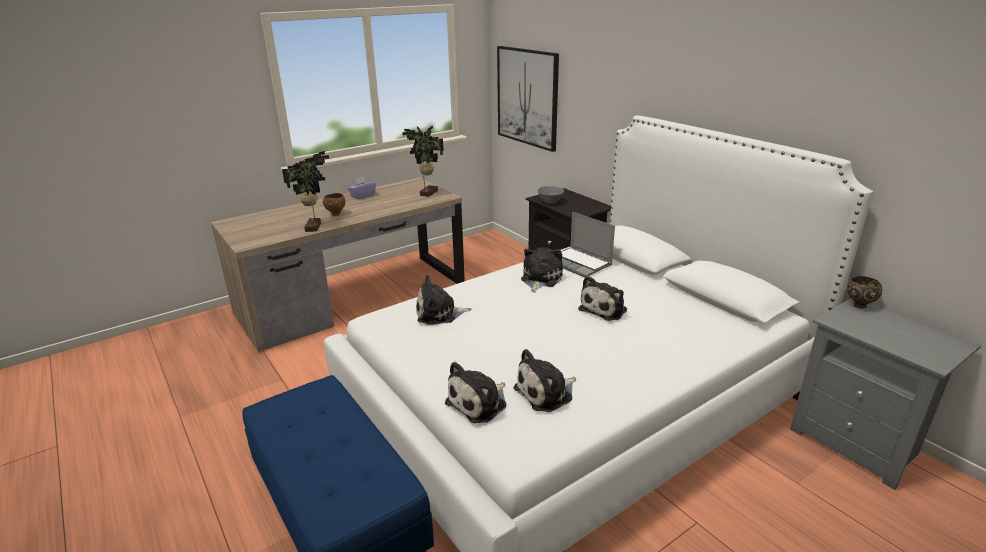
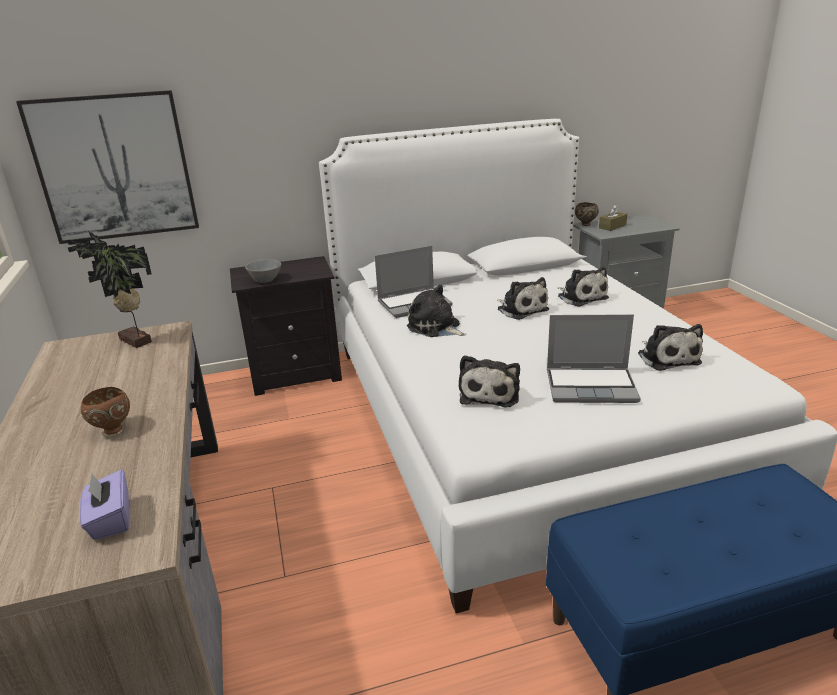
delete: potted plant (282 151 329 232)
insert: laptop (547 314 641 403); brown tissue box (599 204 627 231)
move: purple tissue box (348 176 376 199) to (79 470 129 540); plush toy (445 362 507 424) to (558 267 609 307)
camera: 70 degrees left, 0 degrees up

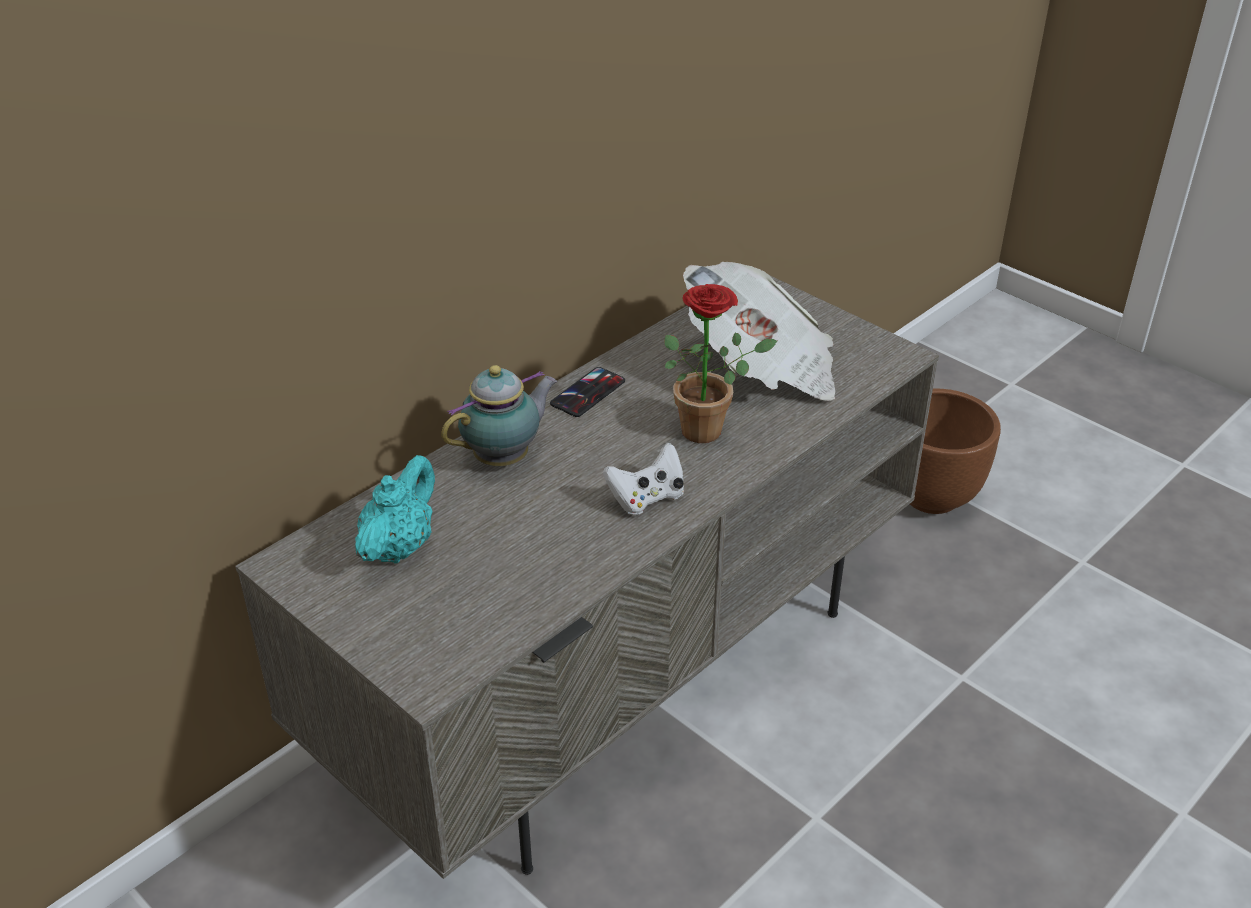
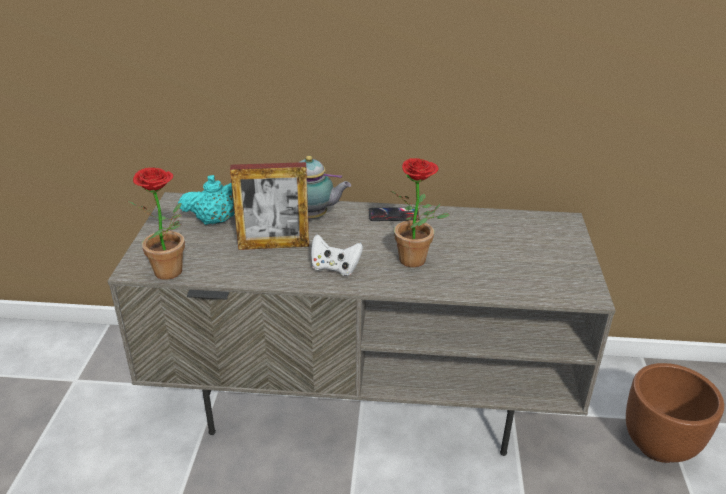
delete: newspaper (683 262 835 401)
insert: potted plant (128 168 185 280); picture frame (230 162 309 250)
camera: 50 degrees right, 5 degrees down

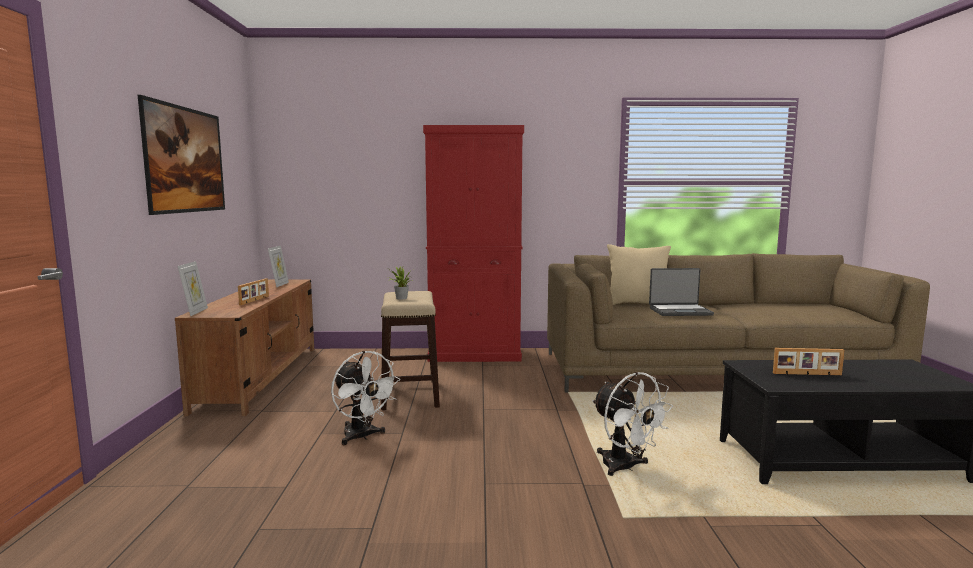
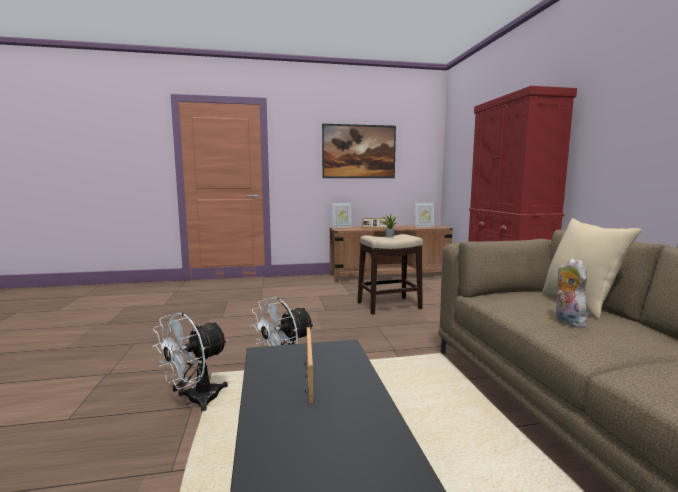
move: white fan (331 351 401 445) to (152 313 228 412)
replace: laptop (649 268 714 316) to plush toy (555 258 588 328)
camera: 80 degrees right, 0 degrees up

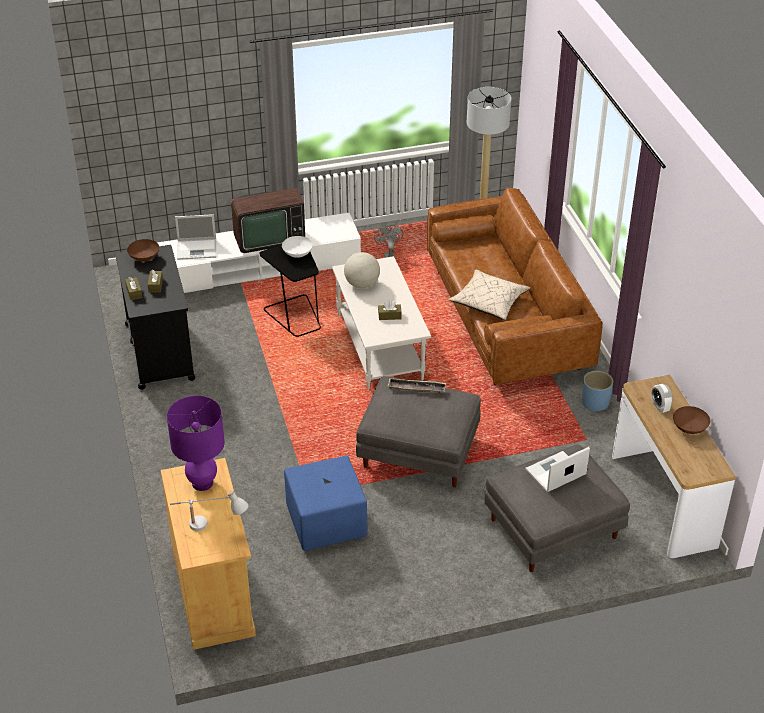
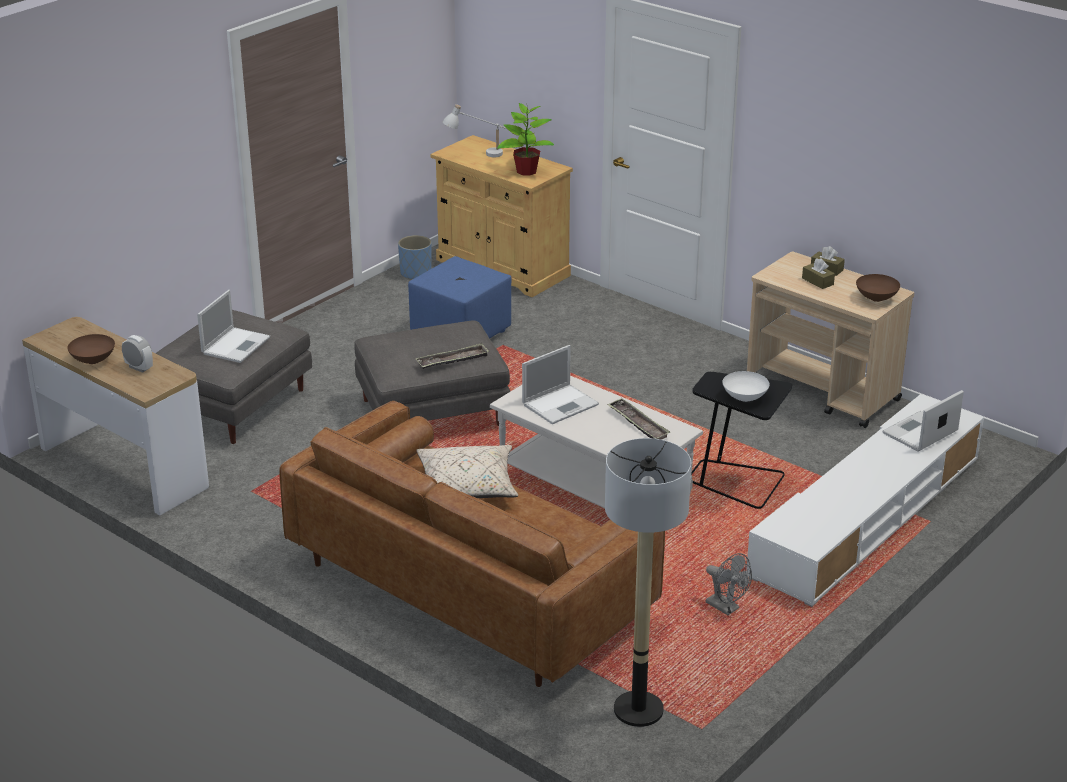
delete: television (231 188 305 253)
move: blue planter (582 371 613 411) to (398 235 432 279)
replace: purple table lamp (167 396 225 491) to potted plant (497 103 554 176); brown tissue box (378 300 402 320) to laptop (522 345 599 424); globe (344 252 380 288) to tray (607 398 670 440)
recolor: black cart (115 245 195 390) to beige cart (747 251 914 428)
camera: 145 degrees right, 10 degrees down

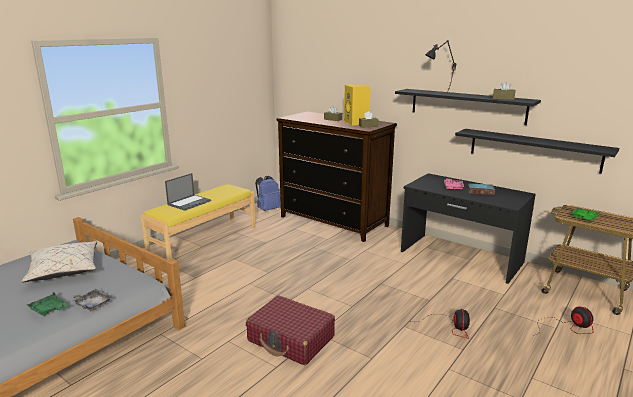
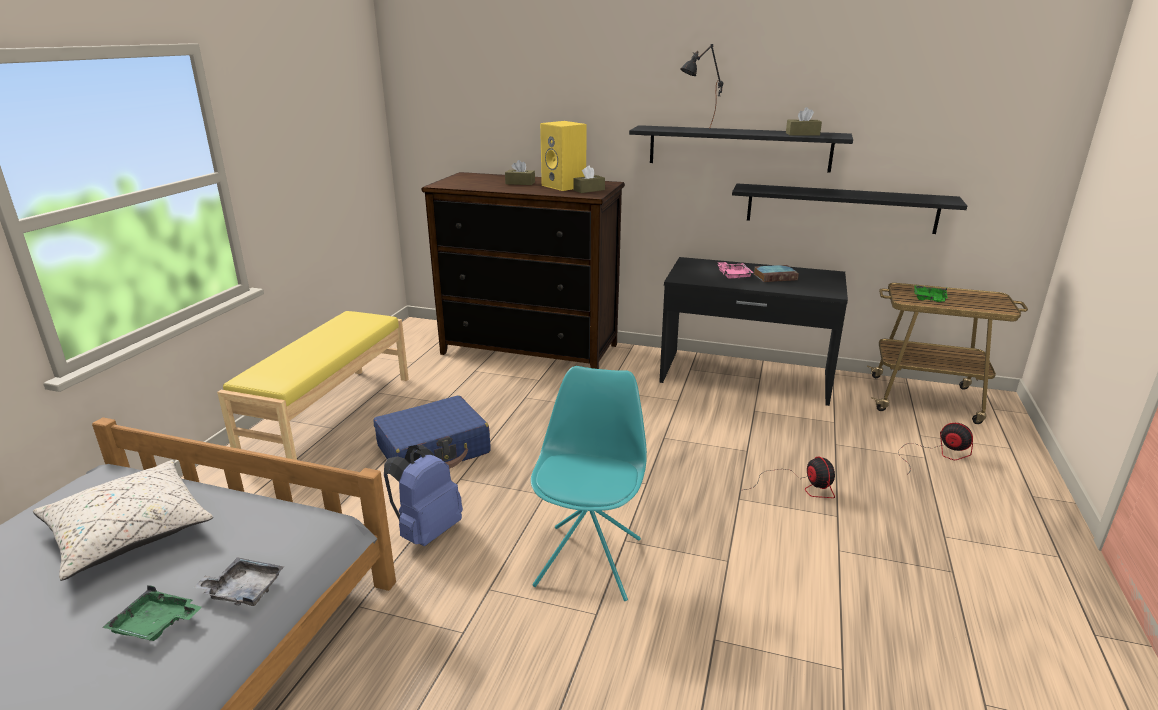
delete: laptop (165 173 211 211)
insert: blue suitcase (373 396 490 469)
move: blue backpack (255 176 281 211) to (384 445 463 546)
replace: red suitcase (246 295 335 365) to turquoise chair (531 366 647 601)
camera: 20 degrees left, 5 degrees up

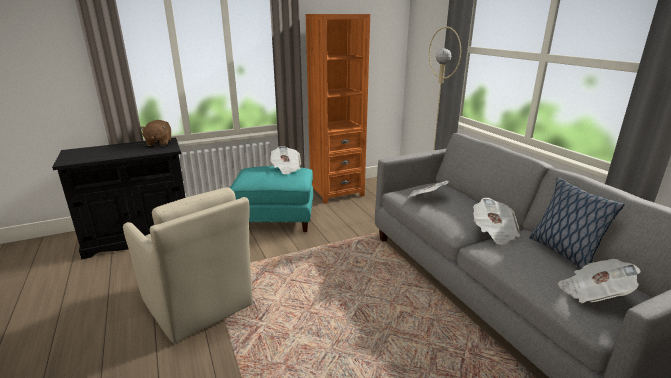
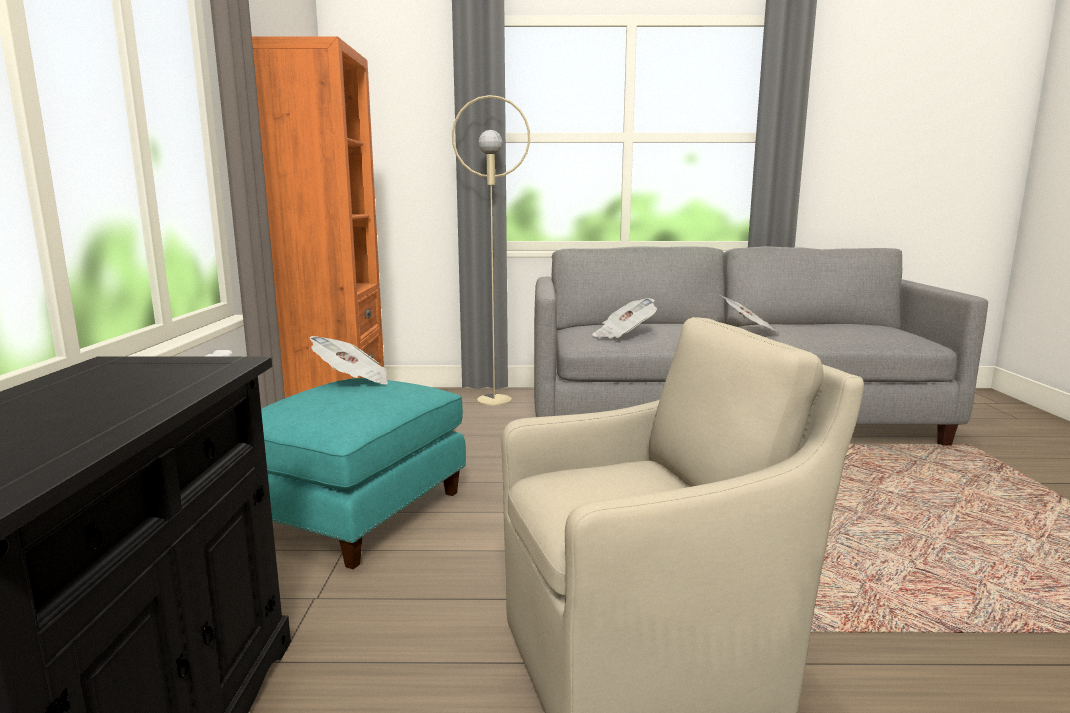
delete: brown plush toy (140 120 171 146); pillow (529 177 625 269); newspaper (558 259 641 303)
camera: 65 degrees left, 10 degrees down

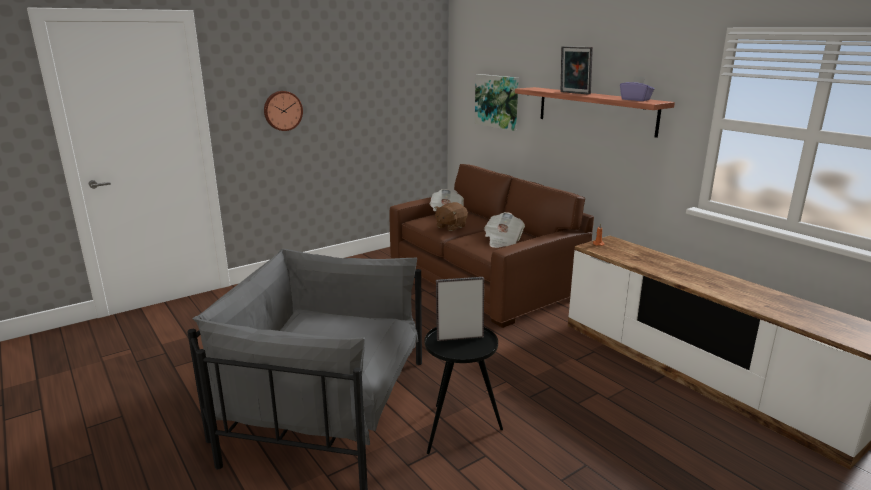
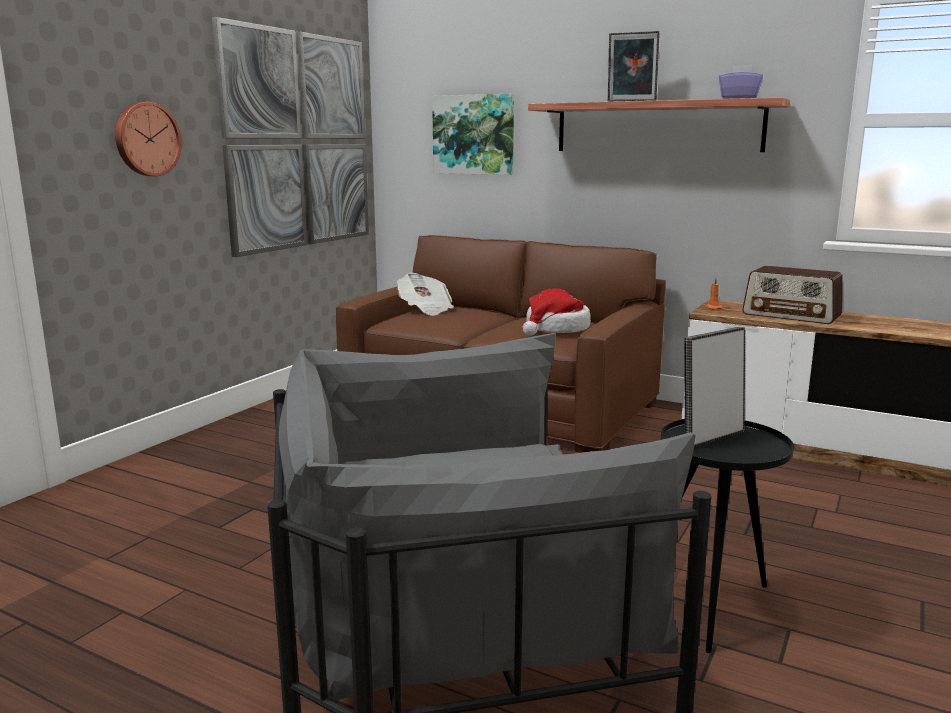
delete: brown plush toy (435 202 468 231)
insert: picture (212 17 369 257); radio (742 266 843 324)
replace: newspaper (484 212 525 248) to hat (523 288 591 336)
camera: 25 degrees left, 5 degrees down

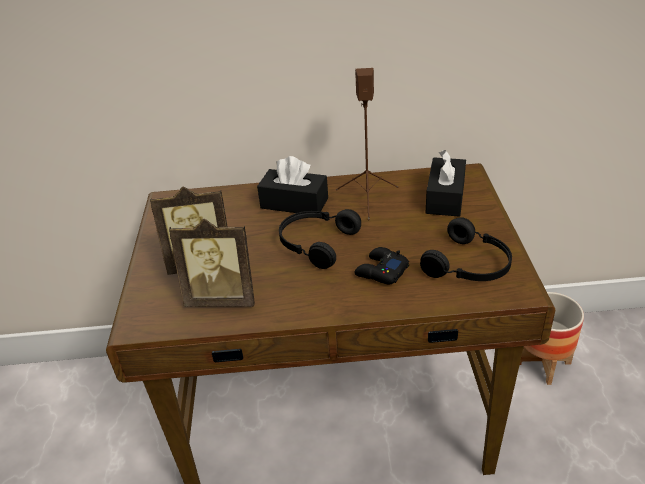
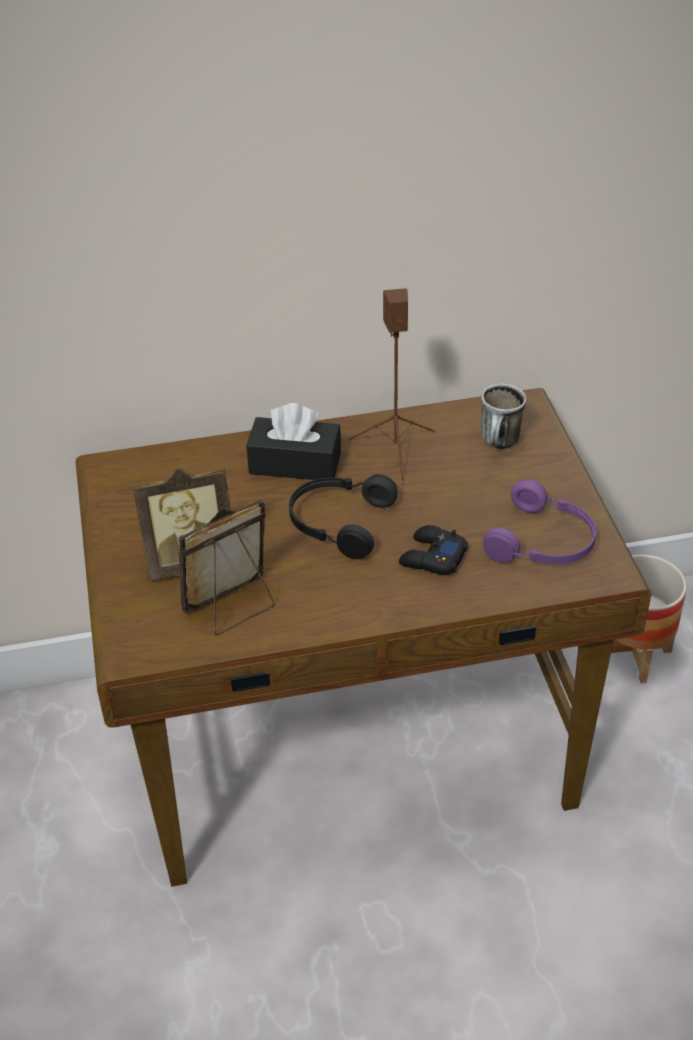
replace: black tissue box (426 150 466 217) to mug (481 383 526 449)
recolor: black headphones (420 217 512 281) to purple headphones (483 479 596 564)
rotate: picture frame (169 219 255 307) = (179 499 275 635) 150 degrees clockwise
camera: 10 degrees left, 5 degrees up

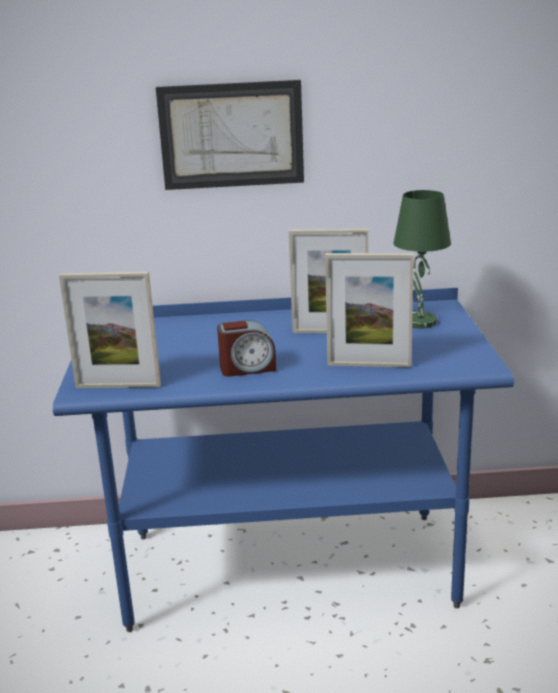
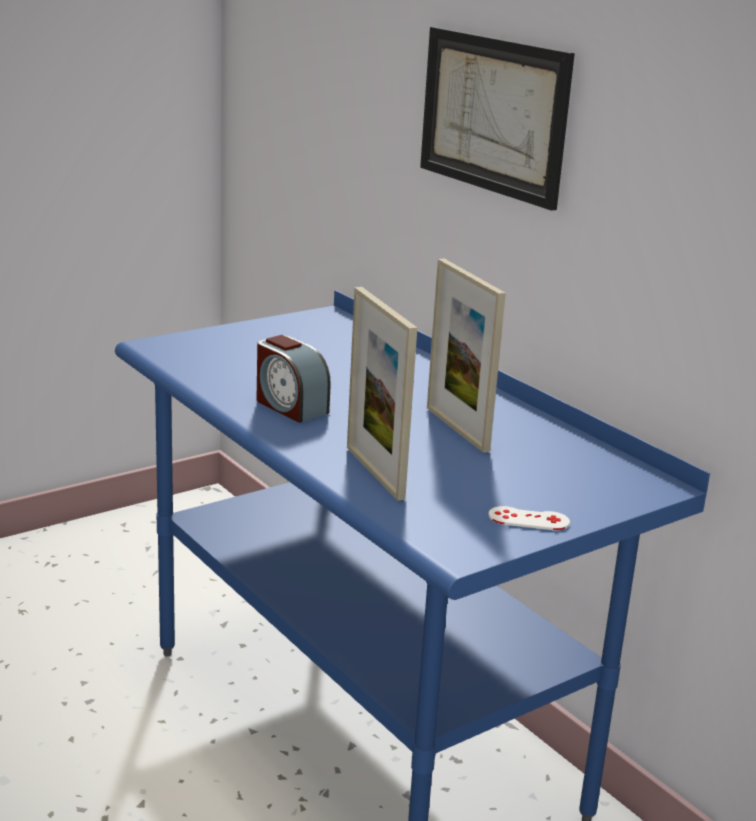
delete: picture frame (59 272 161 388); green table lamp (393 190 451 328)
insert: white game controller (488 506 570 530)
camera: 55 degrees right, 0 degrees up

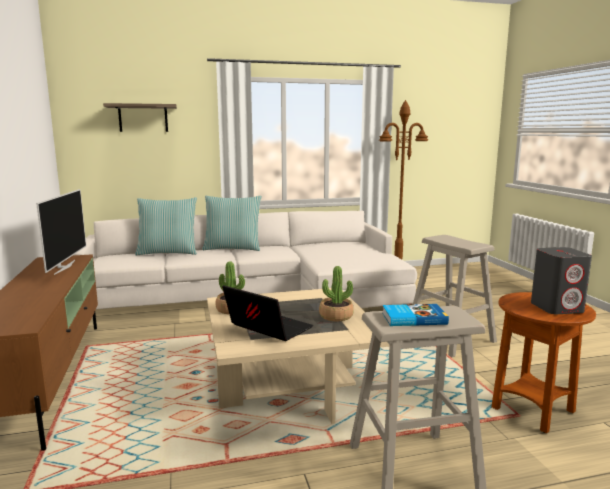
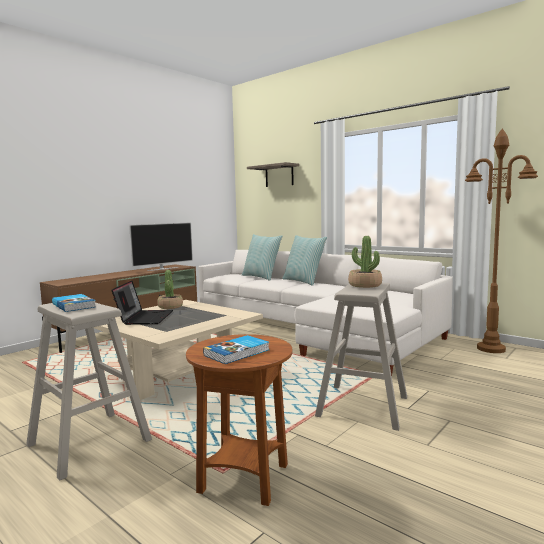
move: potted plant (319 266 354 321) to (348 236 382 288)
replace: grey speaker (531 247 592 314) to book (203 335 270 364)
camera: 55 degrees right, 5 degrees down

